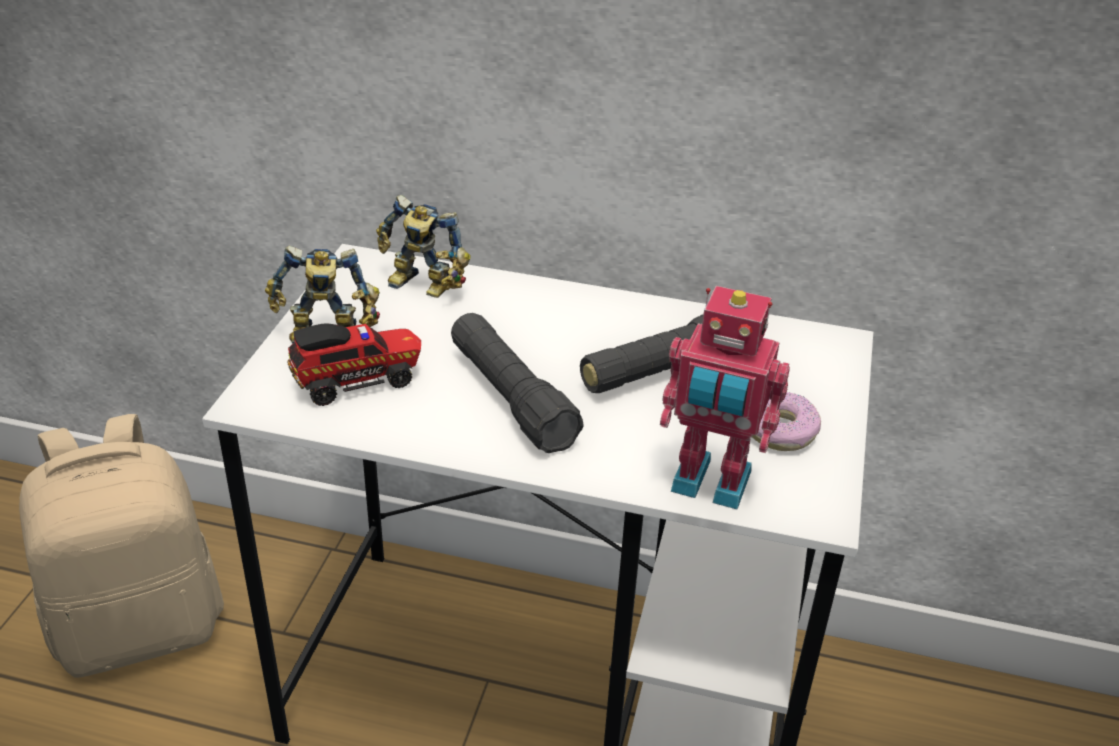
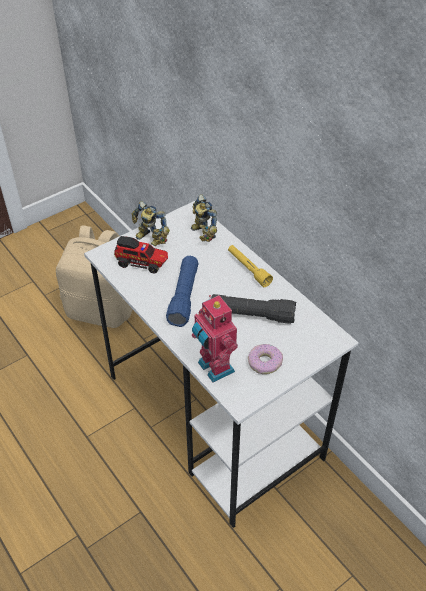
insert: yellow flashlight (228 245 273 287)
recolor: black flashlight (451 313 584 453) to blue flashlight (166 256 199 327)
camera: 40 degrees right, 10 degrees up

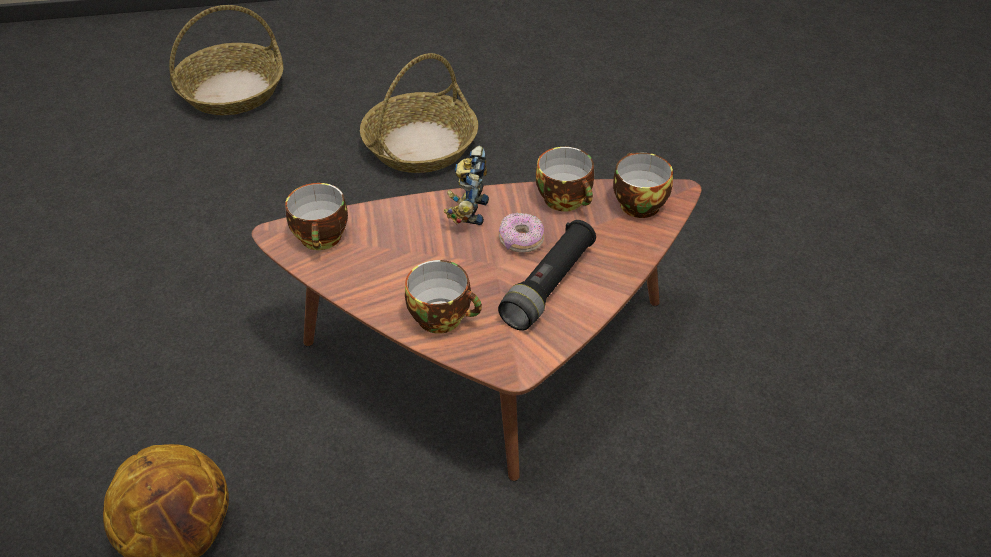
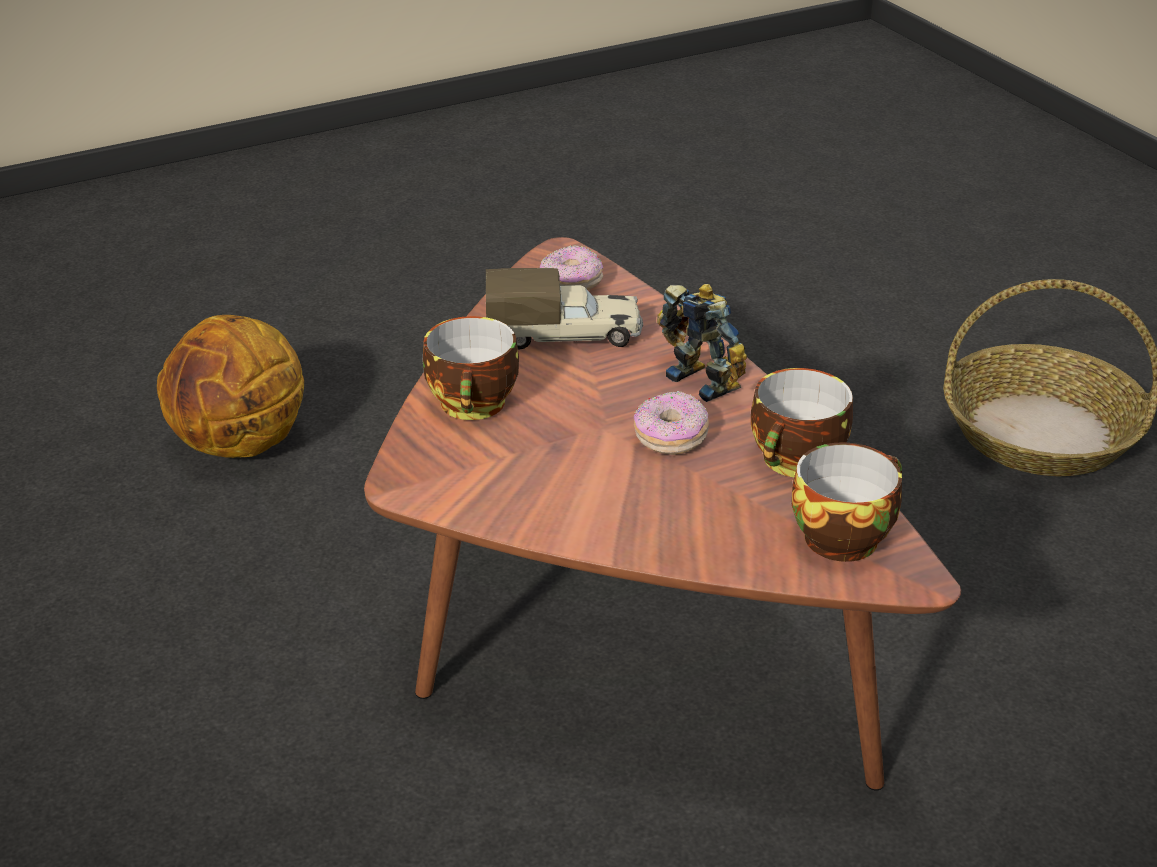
delete: basket (169 5 283 115); black flashlight (498 220 596 331)
insert: toy truck (485 268 643 350)
replace: cup (285 183 348 250) to donut (540 245 603 290)
rotate: toy robot (444 146 489 225) = (657 284 747 402) 60 degrees clockwise
camera: 70 degrees right, 10 degrees down

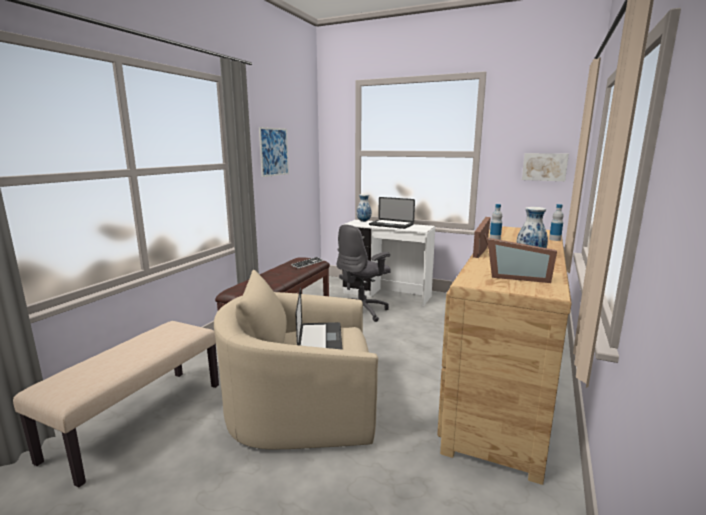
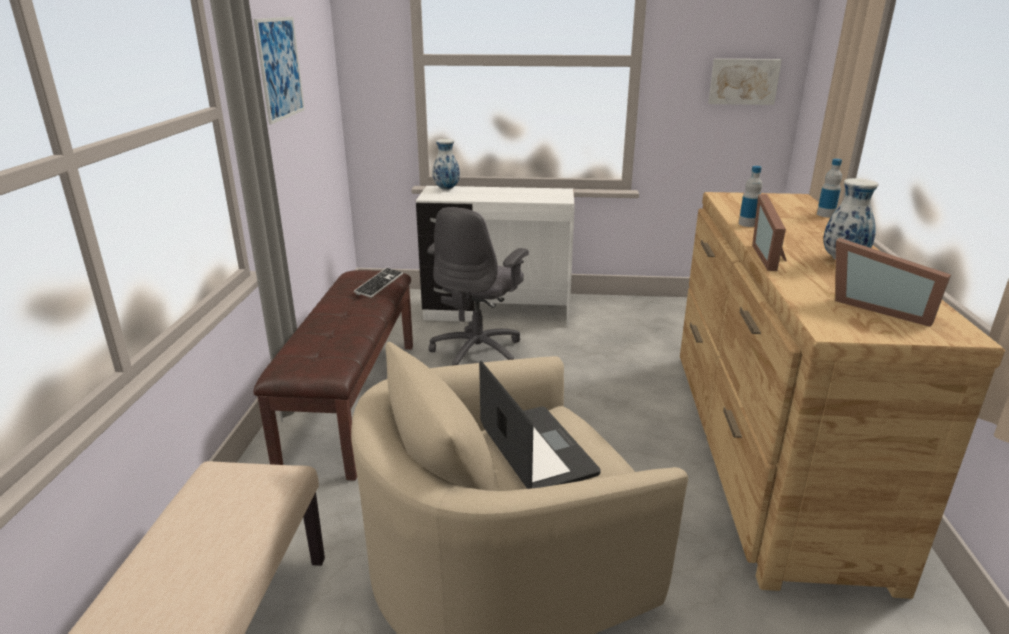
delete: laptop (369 197 415 229)
rotate: picture frame (487 238 557 283) = (835 238 951 327) 45 degrees clockwise
camera: 20 degrees left, 10 degrees up

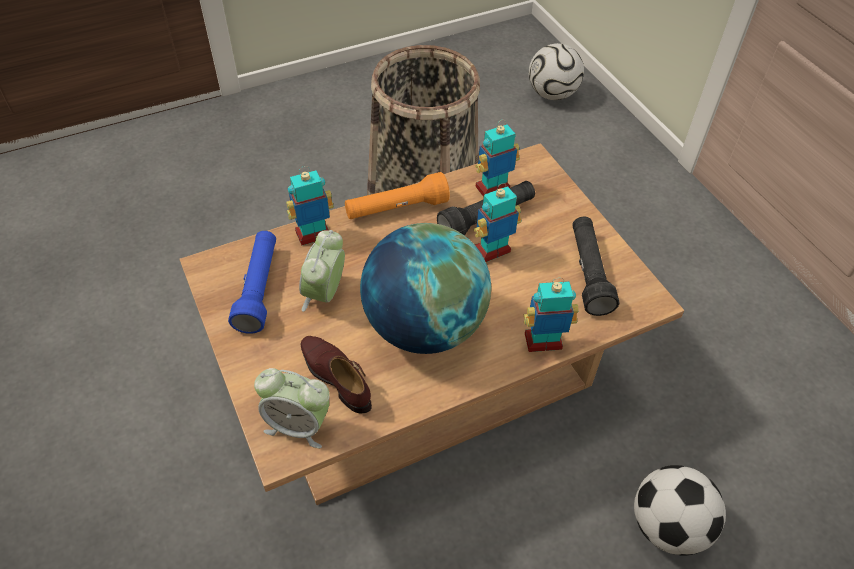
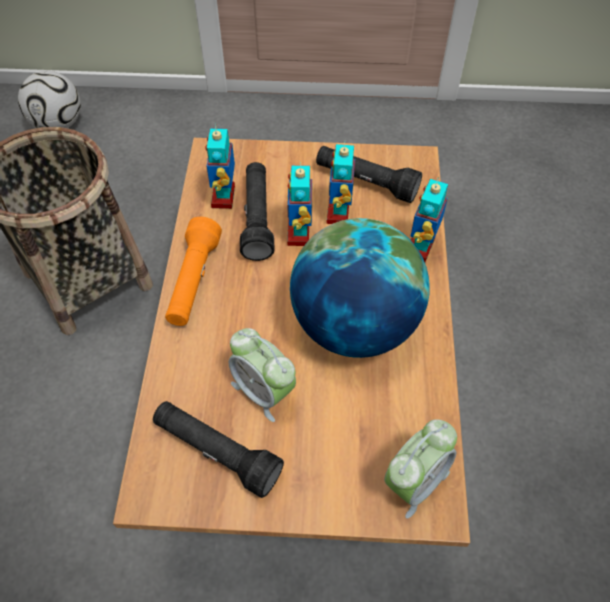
delete: brown shoe (301 336 372 414); football (634 465 726 556)
move: toy robot (286 166 334 245) to (326 143 355 224)
recolor: blue flashlight (228 231 276 334) to black flashlight (153 401 284 498)
camera: 60 degrees left, 5 degrees up

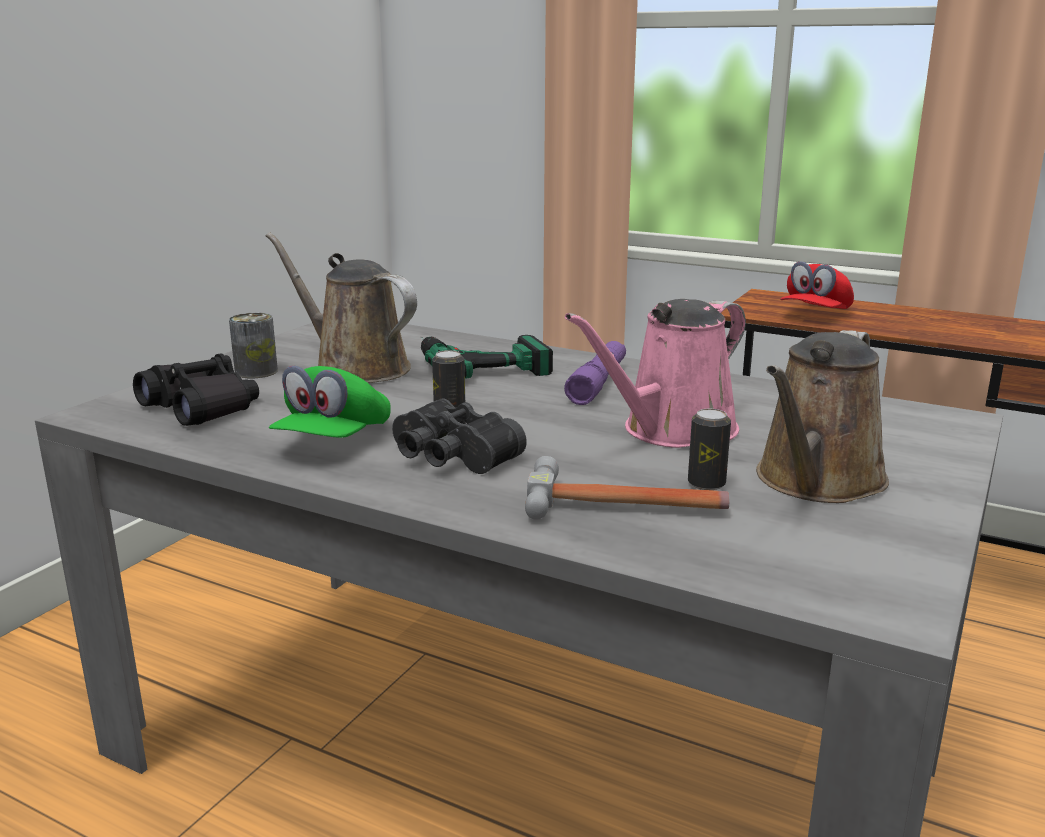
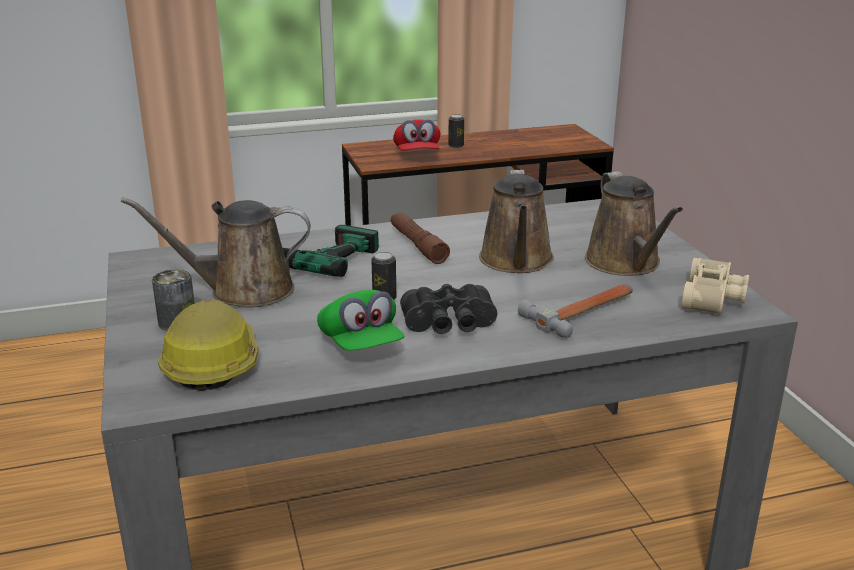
insert: beige binoculars (681 258 749 315)
move: can (688 409 731 490) to (448 114 464 148)
replace: black binoculars (133 354 259 426) to hard hat (158 300 258 391)
recolor: purple flashlight (564 341 626 405) to brown flashlight (391 212 450 264); pink watering can (565 299 746 448) to brown watering can (479 170 554 273)
camera: 45 degrees left, 5 degrees up

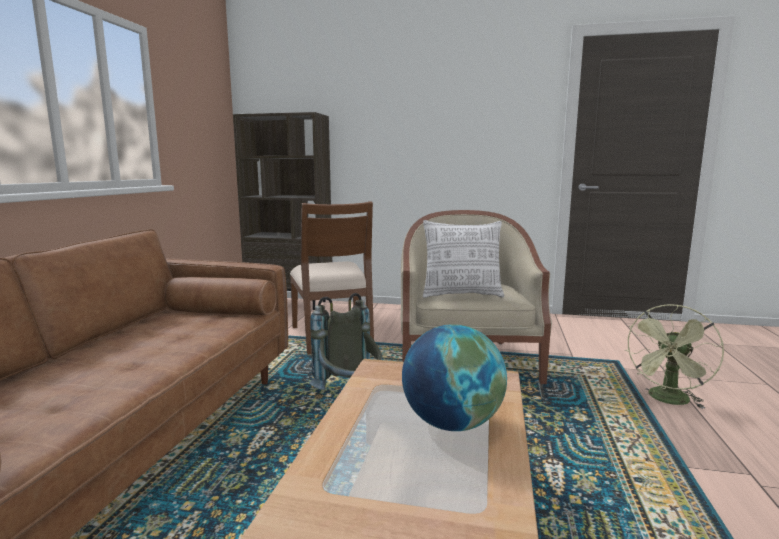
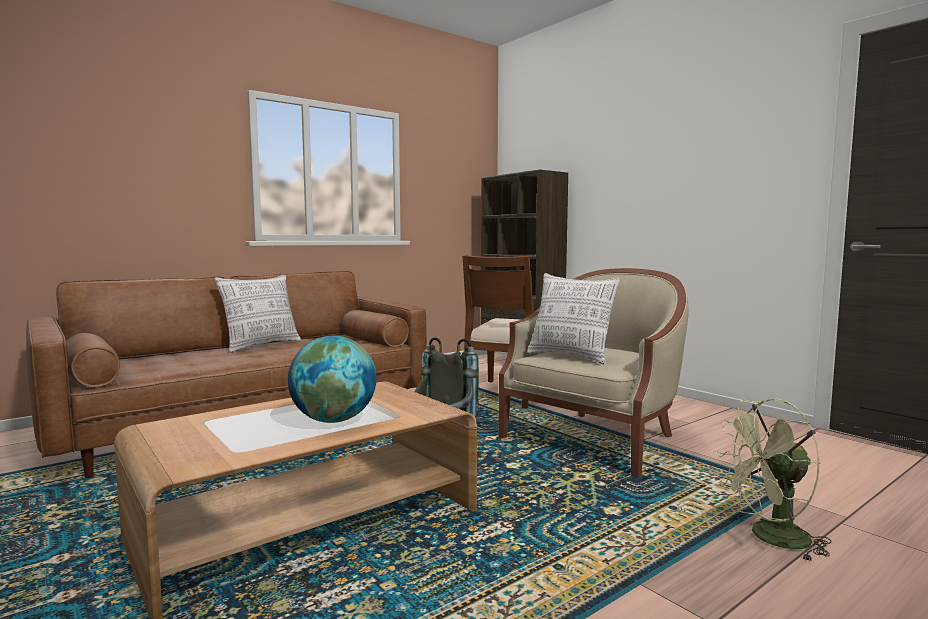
insert: pillow (215 274 301 353)
camera: 40 degrees right, 5 degrees down

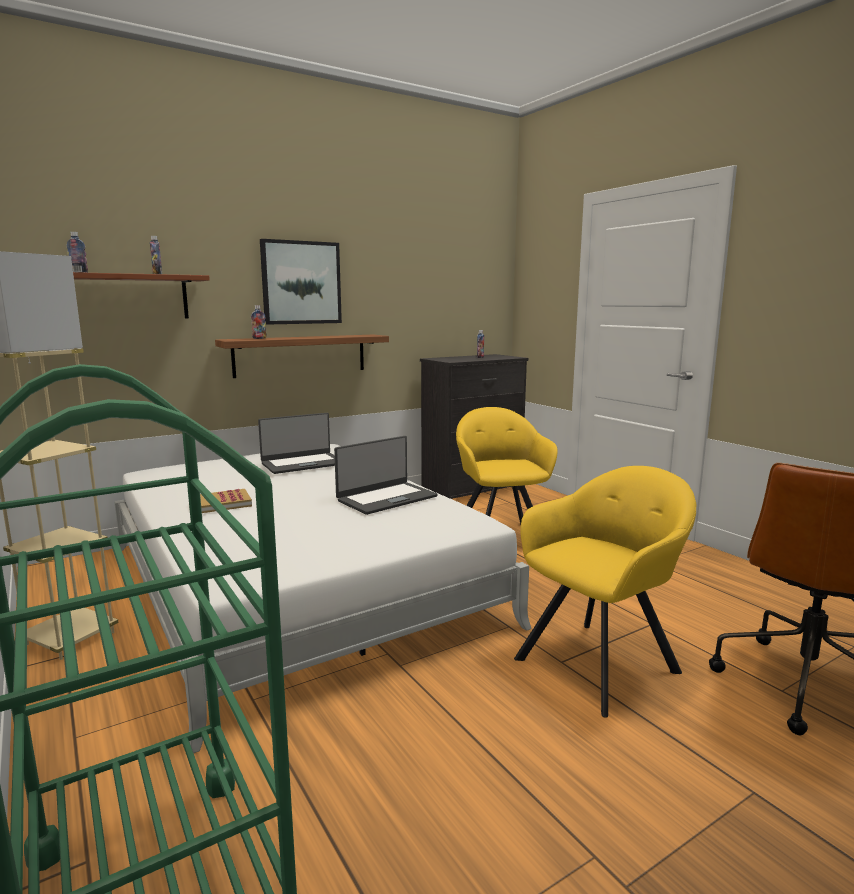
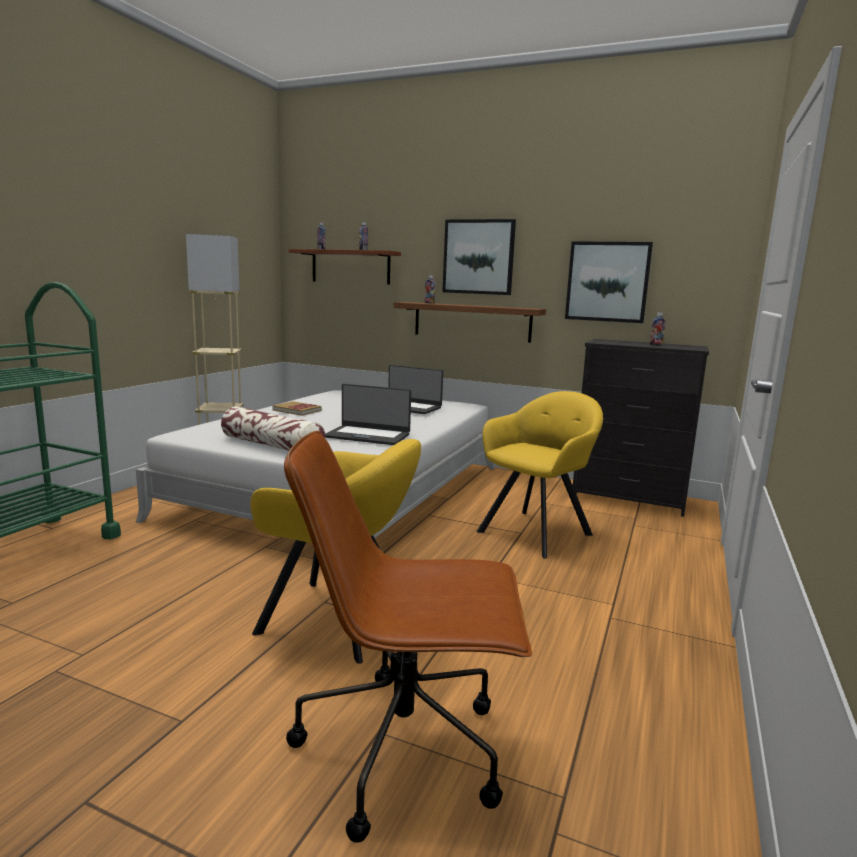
insert: pillow (221 406 325 451); picture (565 241 653 323)
camera: 55 degrees right, 0 degrees up

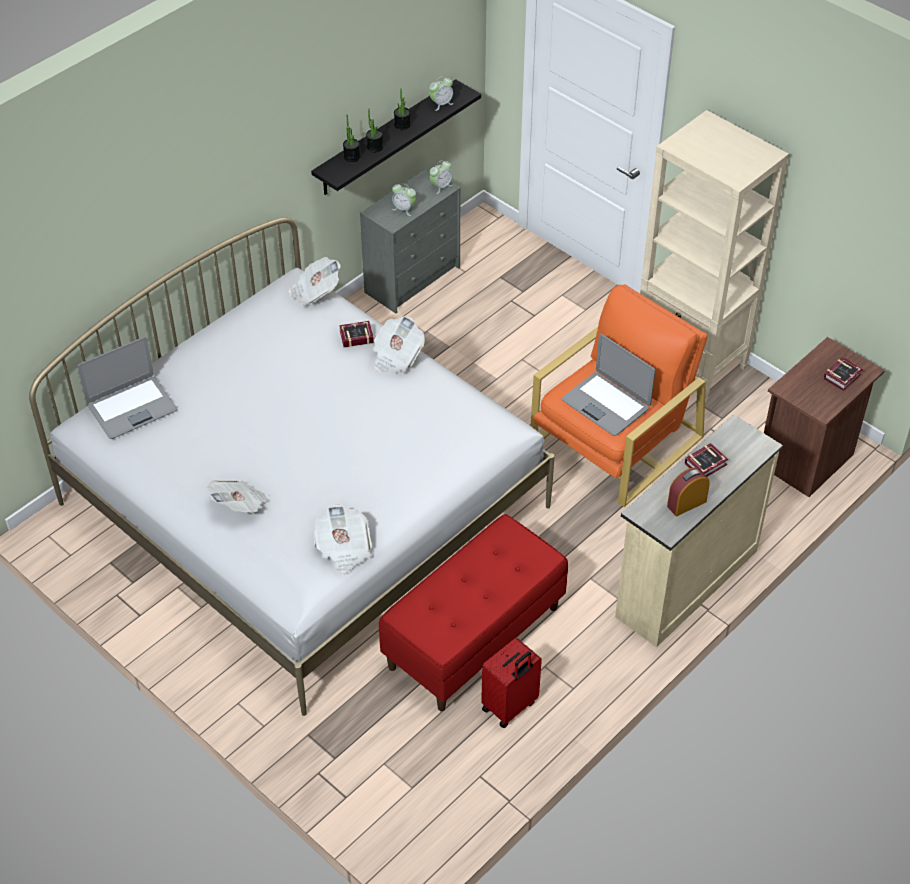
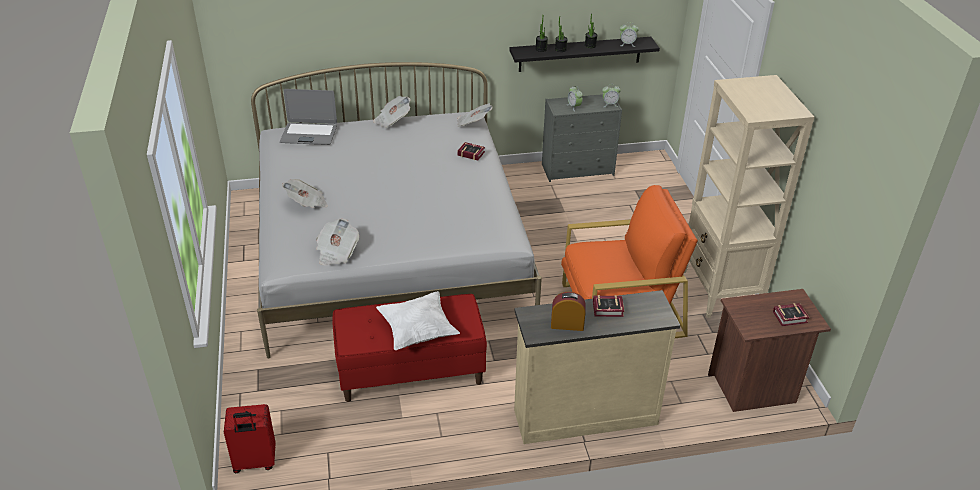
delete: laptop (562 334 655 436)
insert: white pillow (376 291 460 350)
move: red suitcase (481 638 542 728) to (224 404 276 473); newspaper (373 316 425 373) to (373 96 411 128)
camera: 35 degrees right, 10 degrees down

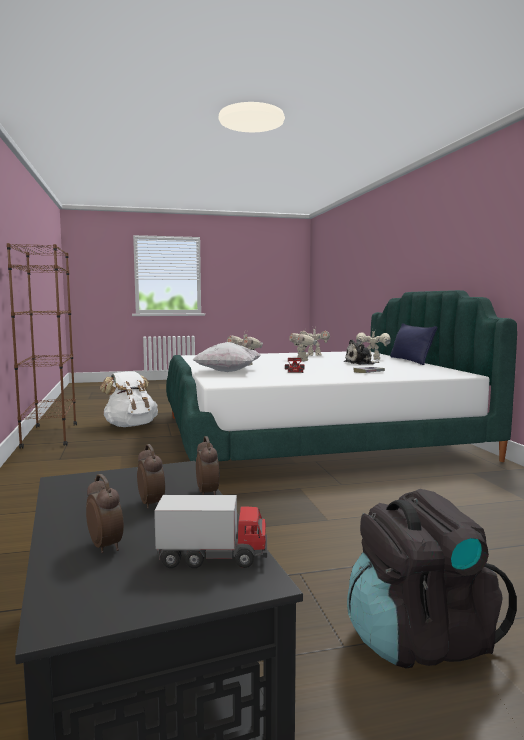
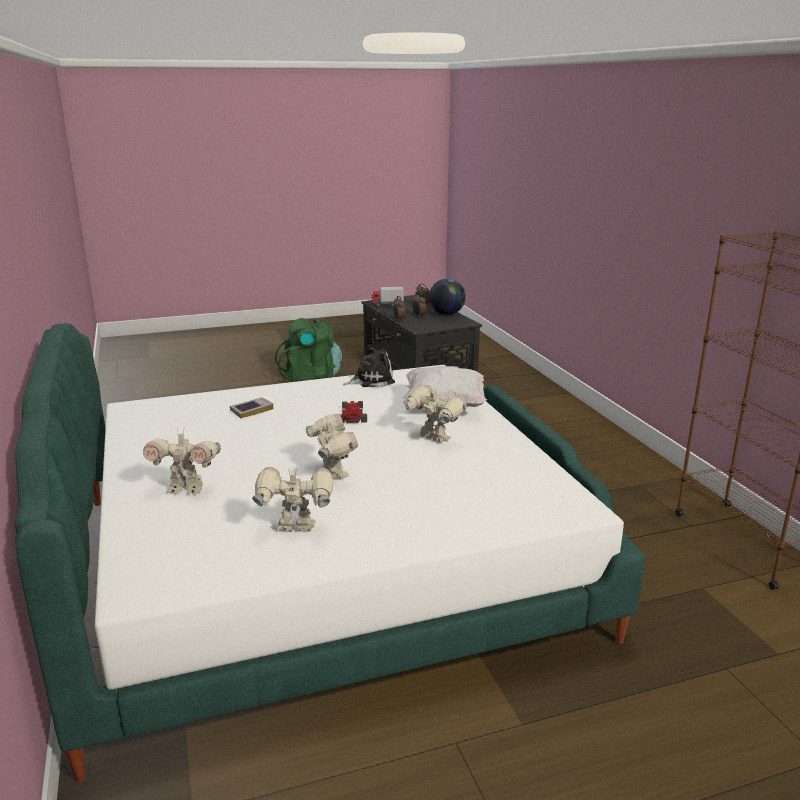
delete: white backpack (100 371 158 427); blue pillow (390 323 437 365)
insert: globe (429 278 466 315)
move: plush toy (344 340 379 365) to (343 347 395 387)
recolor: black backpack (347 489 517 669) to green backpack (275 318 342 382)
camera: 175 degrees right, 15 degrees up

